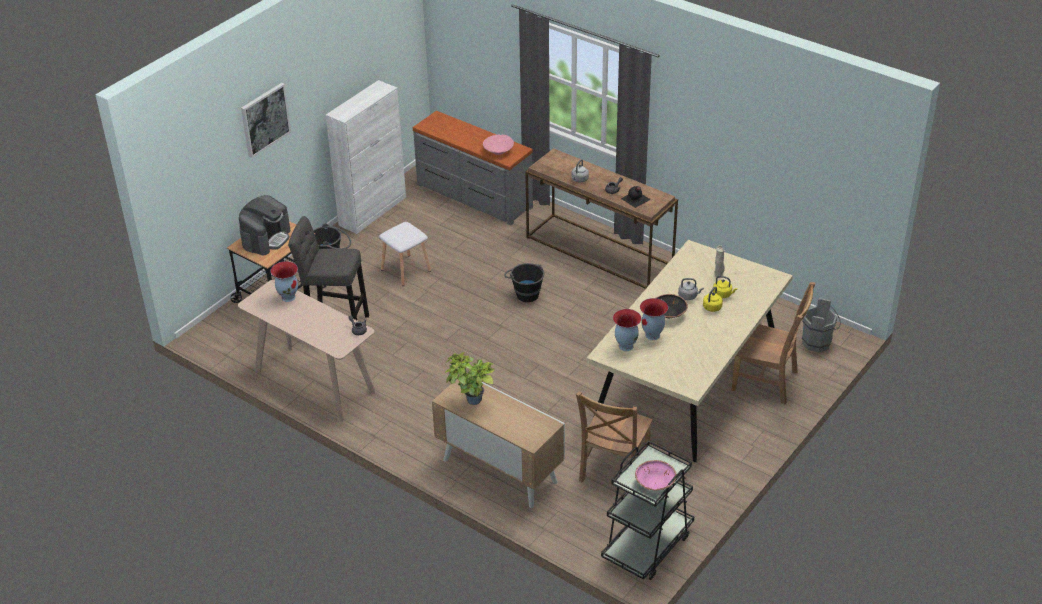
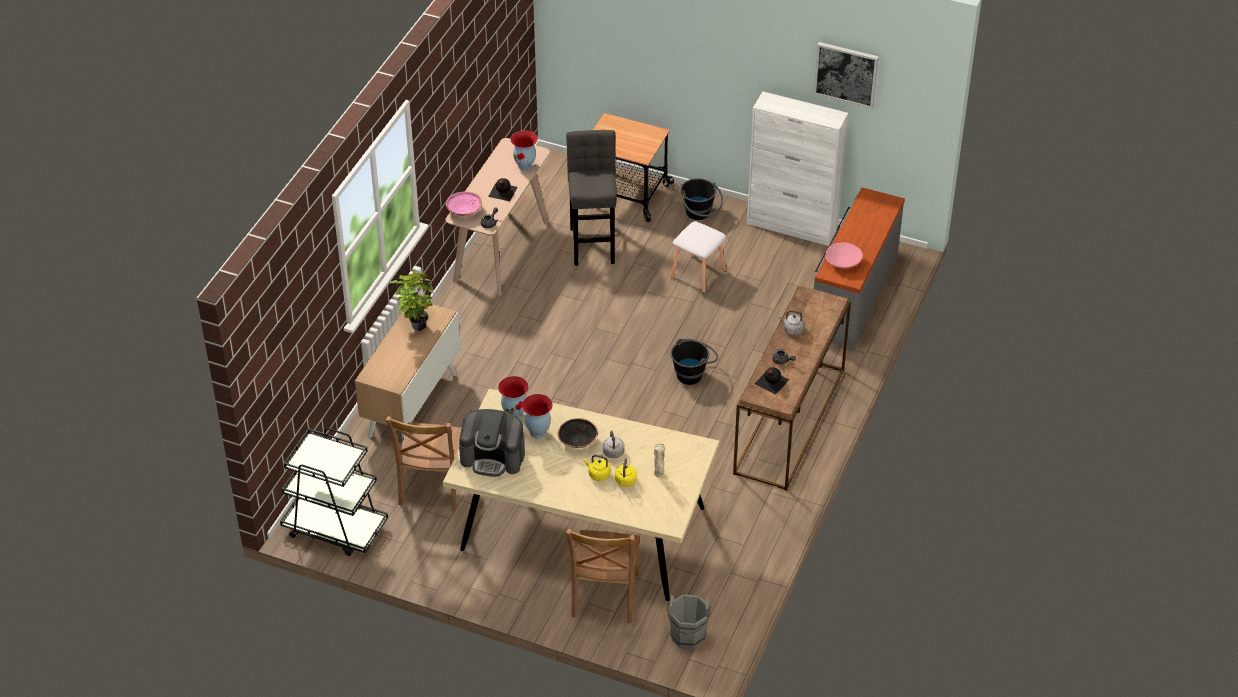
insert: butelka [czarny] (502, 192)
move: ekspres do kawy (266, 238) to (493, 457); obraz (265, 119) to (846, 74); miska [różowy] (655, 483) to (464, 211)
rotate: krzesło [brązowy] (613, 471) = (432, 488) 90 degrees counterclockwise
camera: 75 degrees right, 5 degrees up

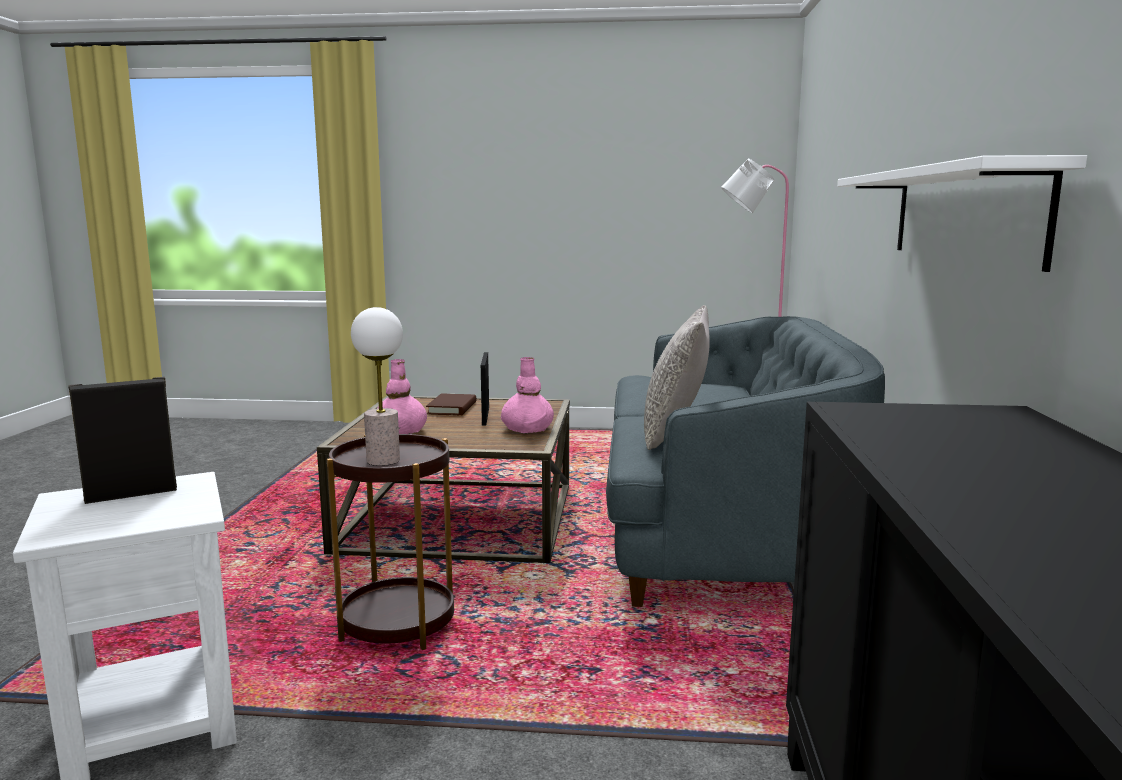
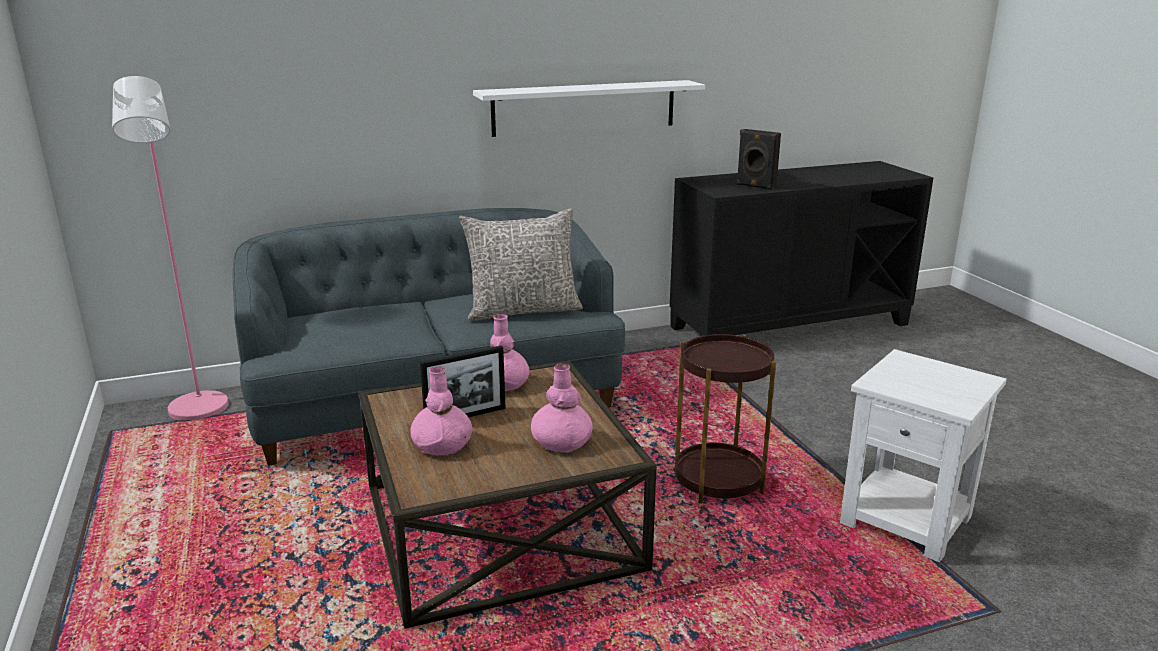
delete: lampa stołowa (383, 461)
move: głośnik [czarny] (131, 493) to (755, 186)
replace: książka [brązowy] (452, 408) to wazon [różowy] (442, 445)
camera: 115 degrees left, 10 degrees up

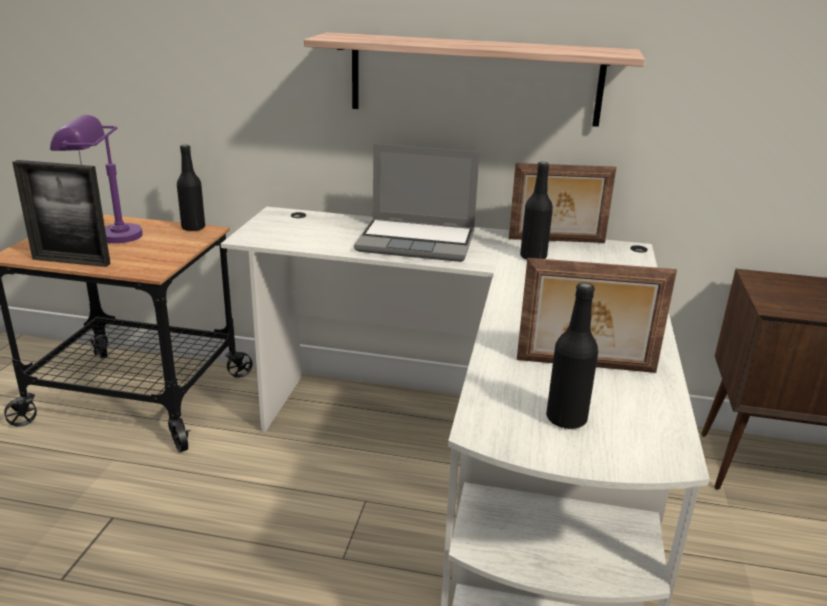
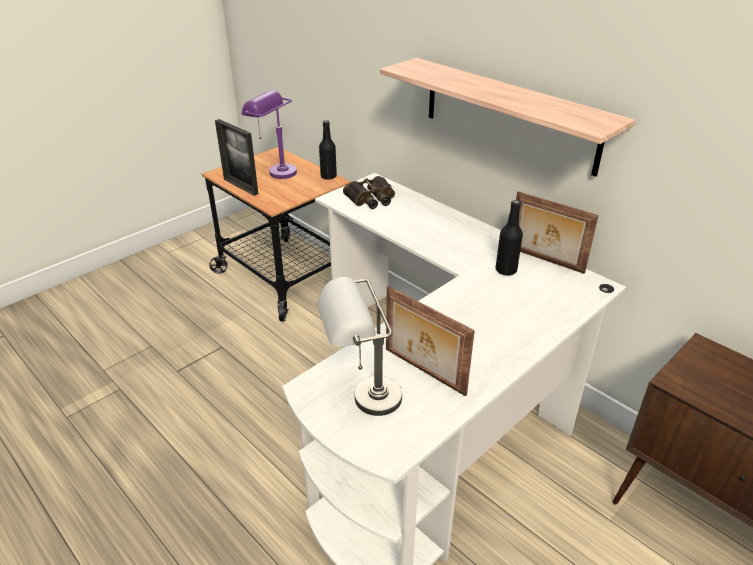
delete: laptop (418, 242)
insert: lornetka (371, 199)
replace: butelka [czarny] (566, 419) to lampa stołowa [szary] (362, 402)
camera: 35 degrees right, 10 degrees up

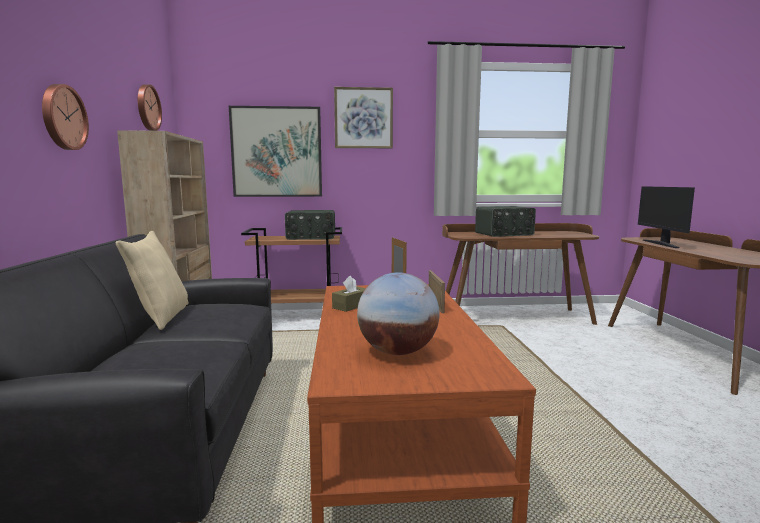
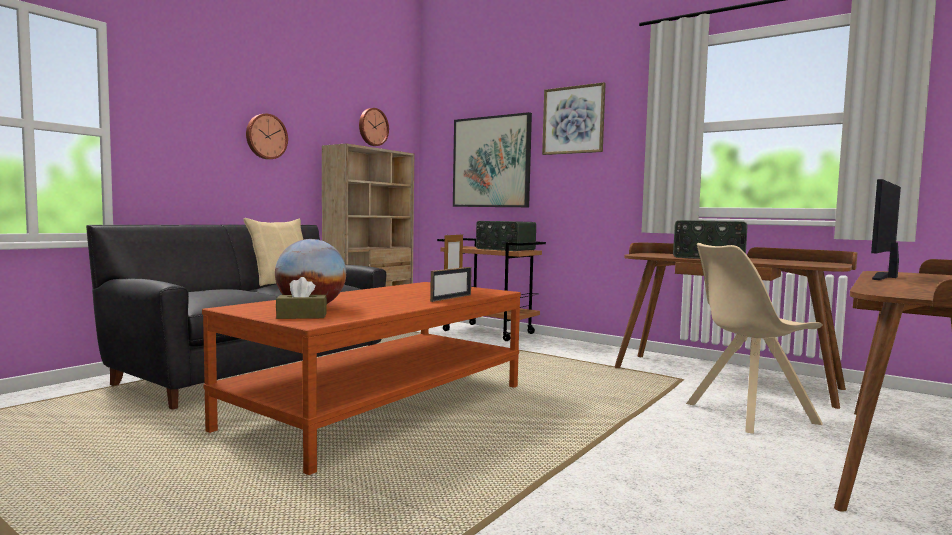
insert: krzesło [beżowy] (747, 414)
move: pudełko chusteczek [brązowy] (351, 306) to (301, 316)
camera: 40 degrees right, 5 degrees down

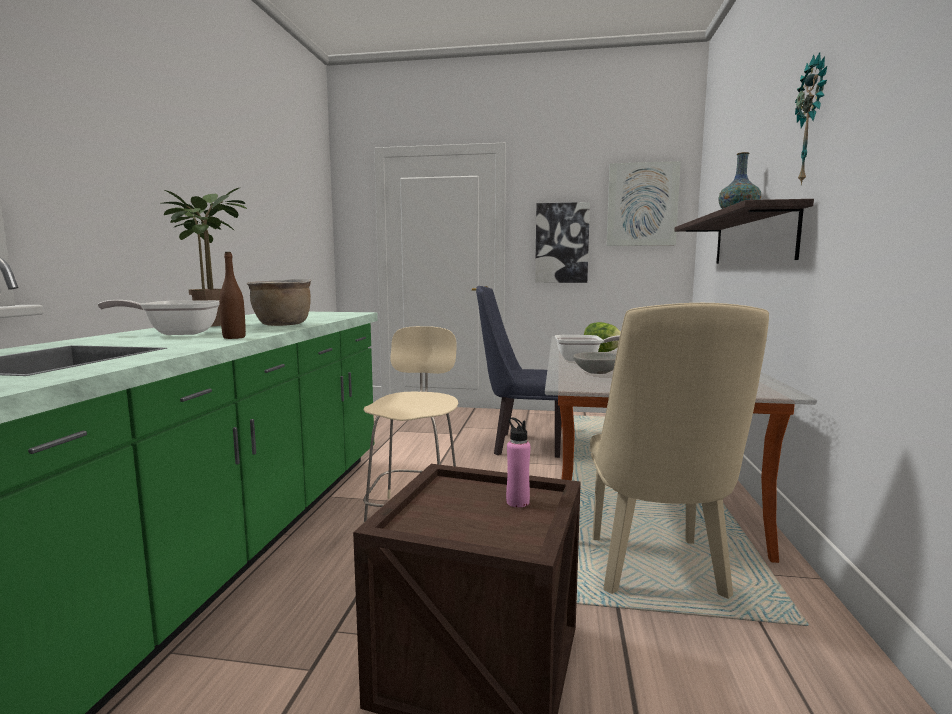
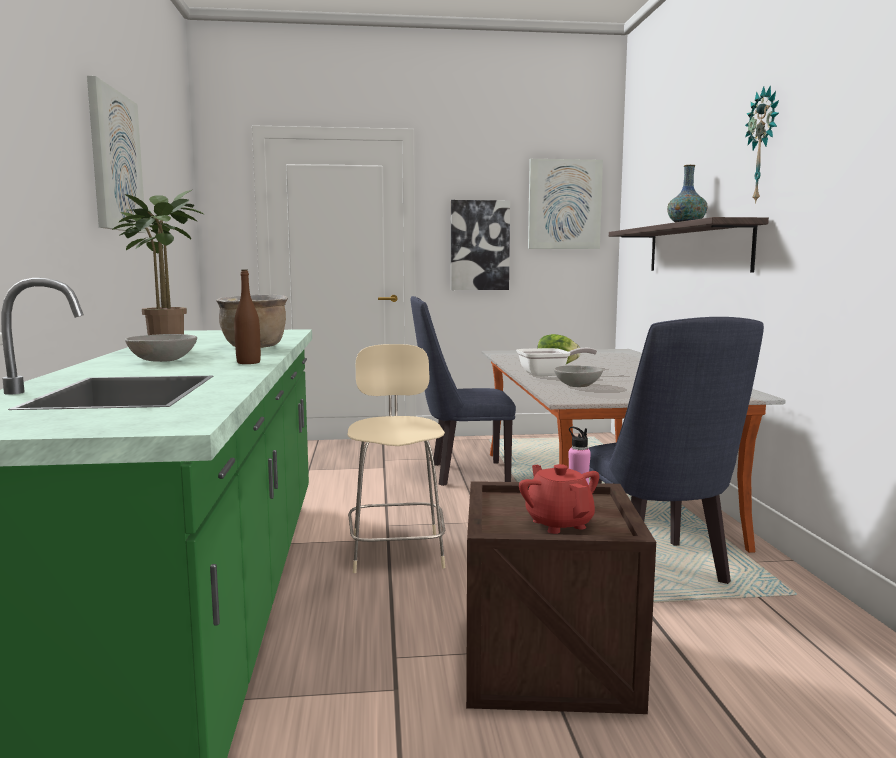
insert: obraz (115, 161); imbryk [czerwony] (558, 523)
replace: patelnia (176, 333) to miska [szary] (162, 360)
recolor: krzesło [beżowy] (658, 572) to krzesło [niebieski] (660, 572)
camera: 15 degrees left, 0 degrees up

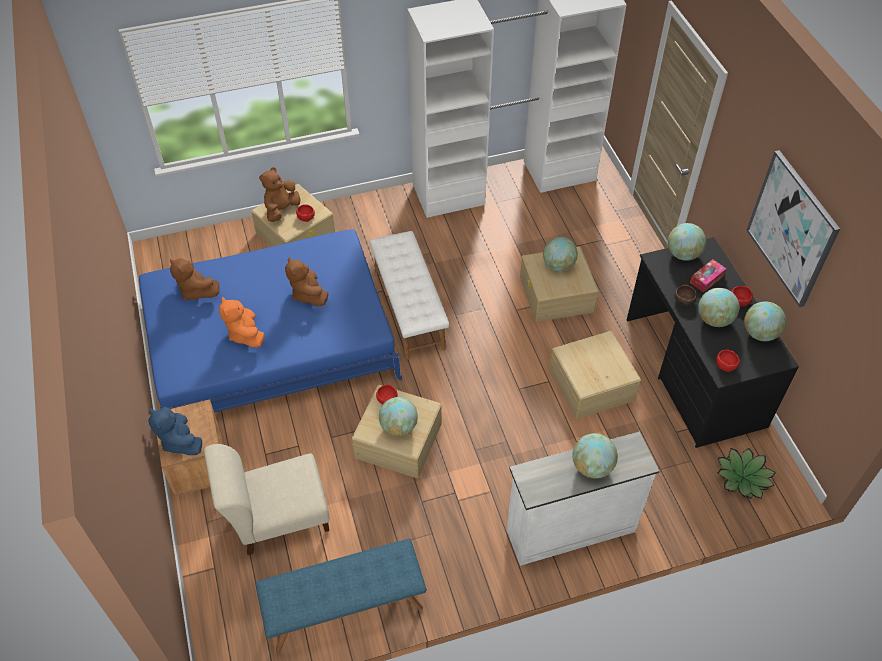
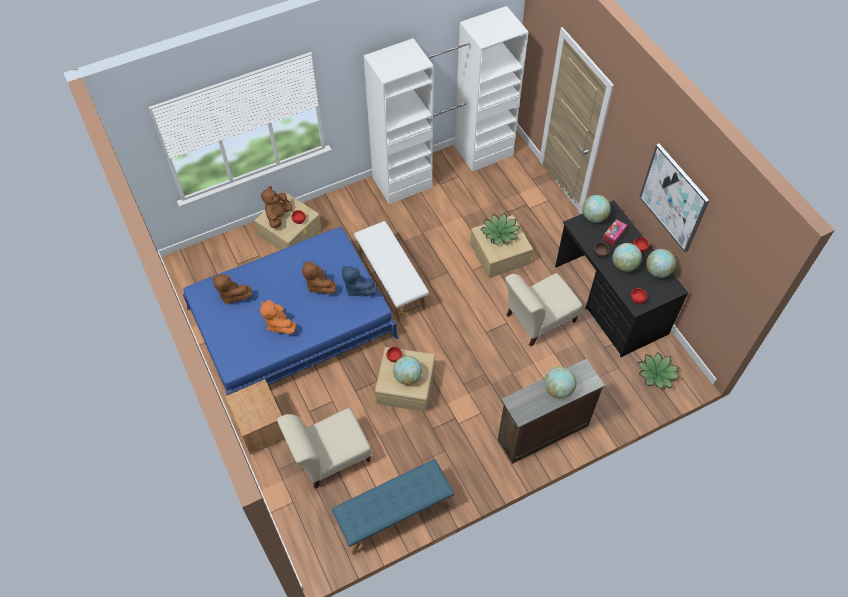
move: pluszak [niebieski] (180, 441) to (357, 288)
replace: globus (558, 265) to roślina doniczkowa (500, 233); pojemnik do przechowywania [beżowy] (591, 383) to krzesło [beżowy] (538, 320)
recolor: komoda [biały] (569, 529) to komoda [brązowy] (541, 431)
camera: 10 degrees left, 5 degrees up

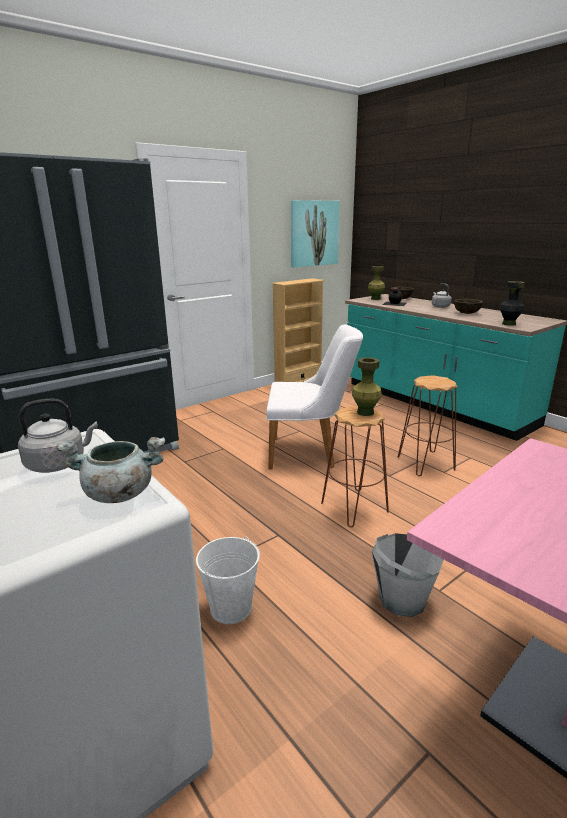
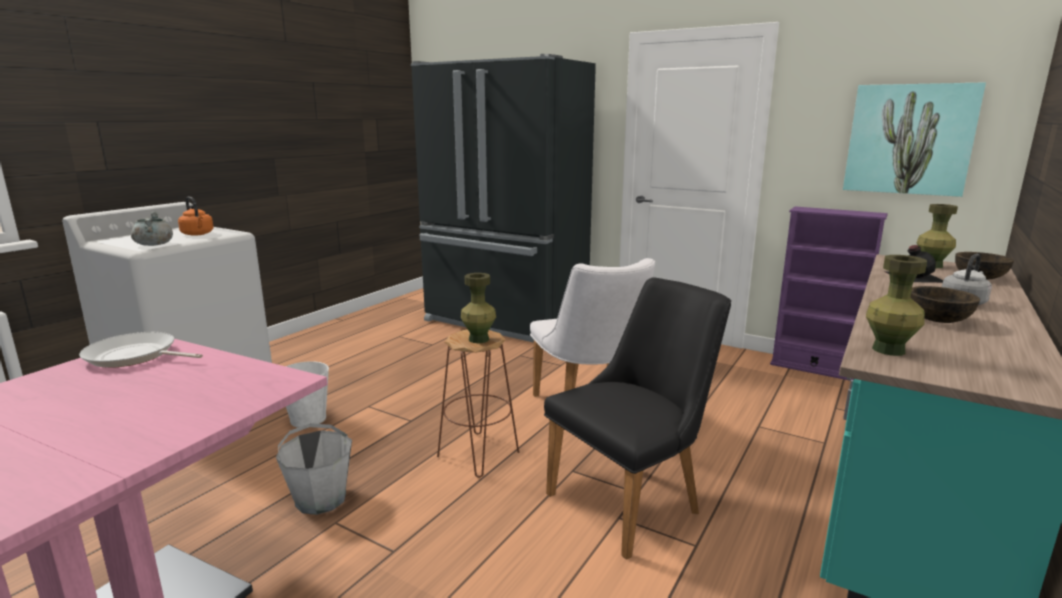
insert: patelnia (135, 356)
replace: stołek [brązowy] (426, 463) to krzesło [czarny] (634, 499)
recolor: czajnik [szary] (59, 463) to czajnik [pomarańczowy] (198, 234); regał [beżowy] (298, 381) to regał [fioletowy] (814, 368); wazon [czarny] (509, 324) to wazon [zielony] (888, 350)
camera: 70 degrees right, 5 degrees down

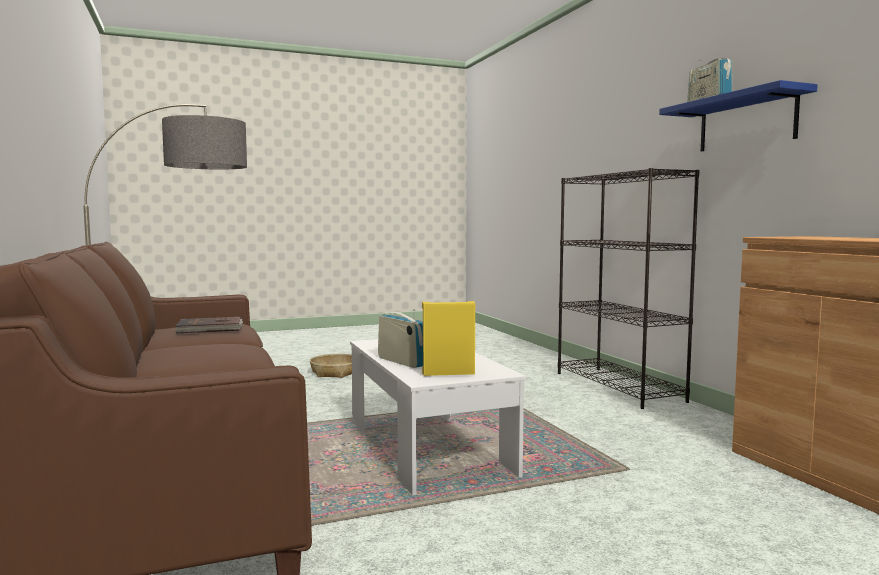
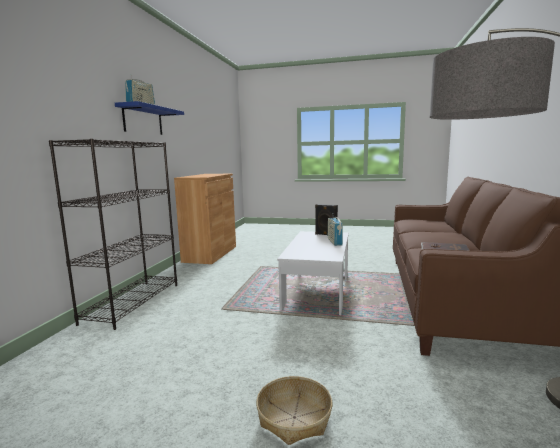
recolor: głośnik [żółty] (448, 373) to głośnik [czarny] (326, 234)
camera: 145 degrees left, 5 degrees up

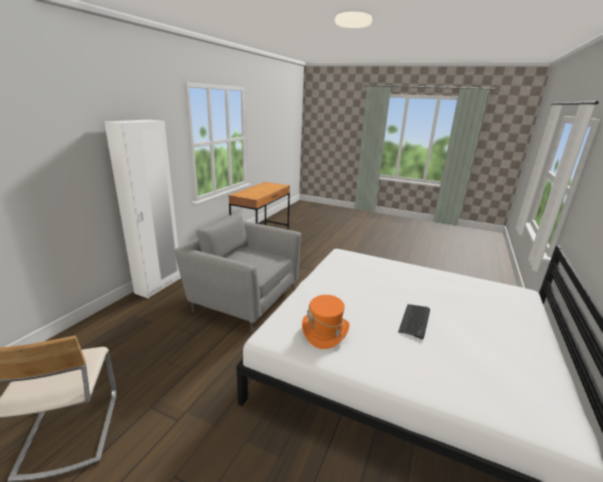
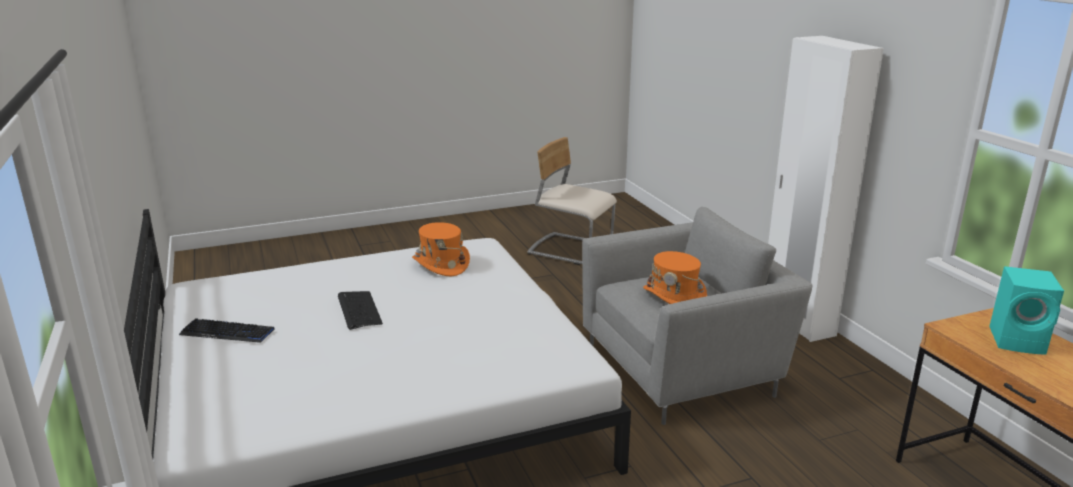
insert: klawiatura (227, 332); kapelusz [pomarańczowy] (674, 297); głośnik [turkusowy] (1019, 341)
camera: 135 degrees right, 0 degrees up

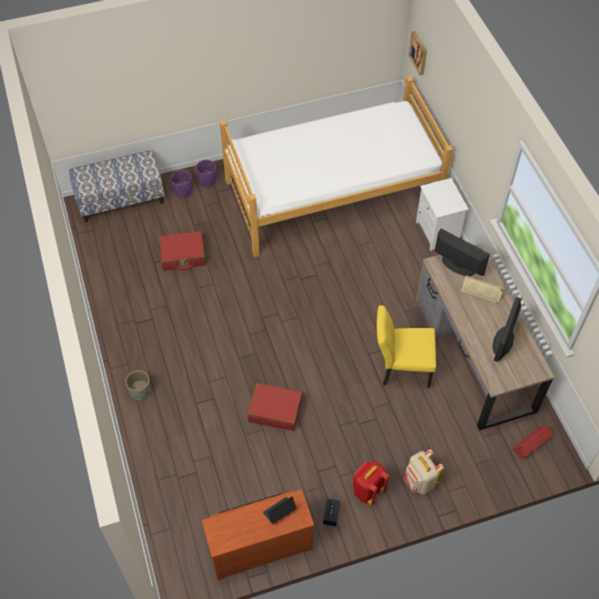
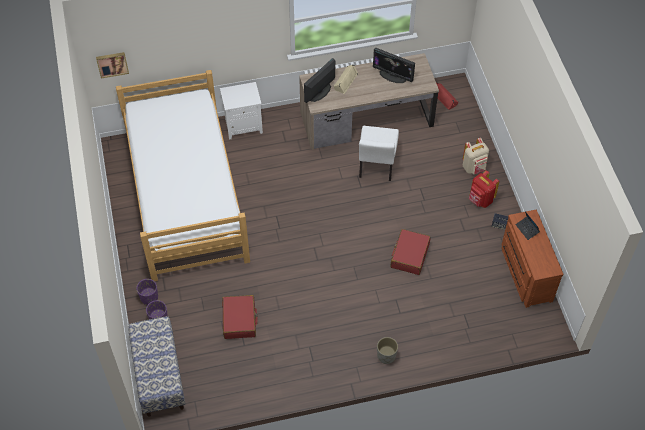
recolor: krzesło [żółty] (401, 368) to krzesło [biały] (376, 167)
camera: 85 degrees left, 0 degrees up

